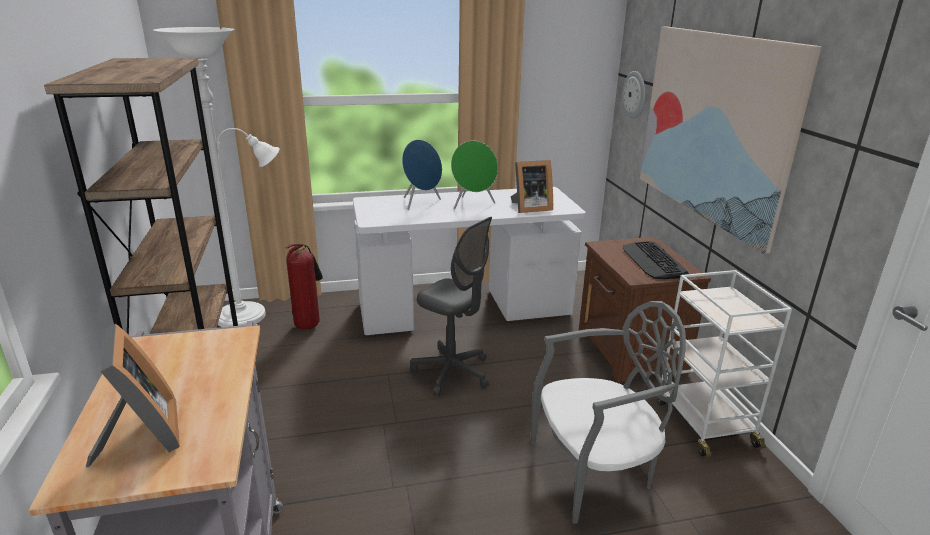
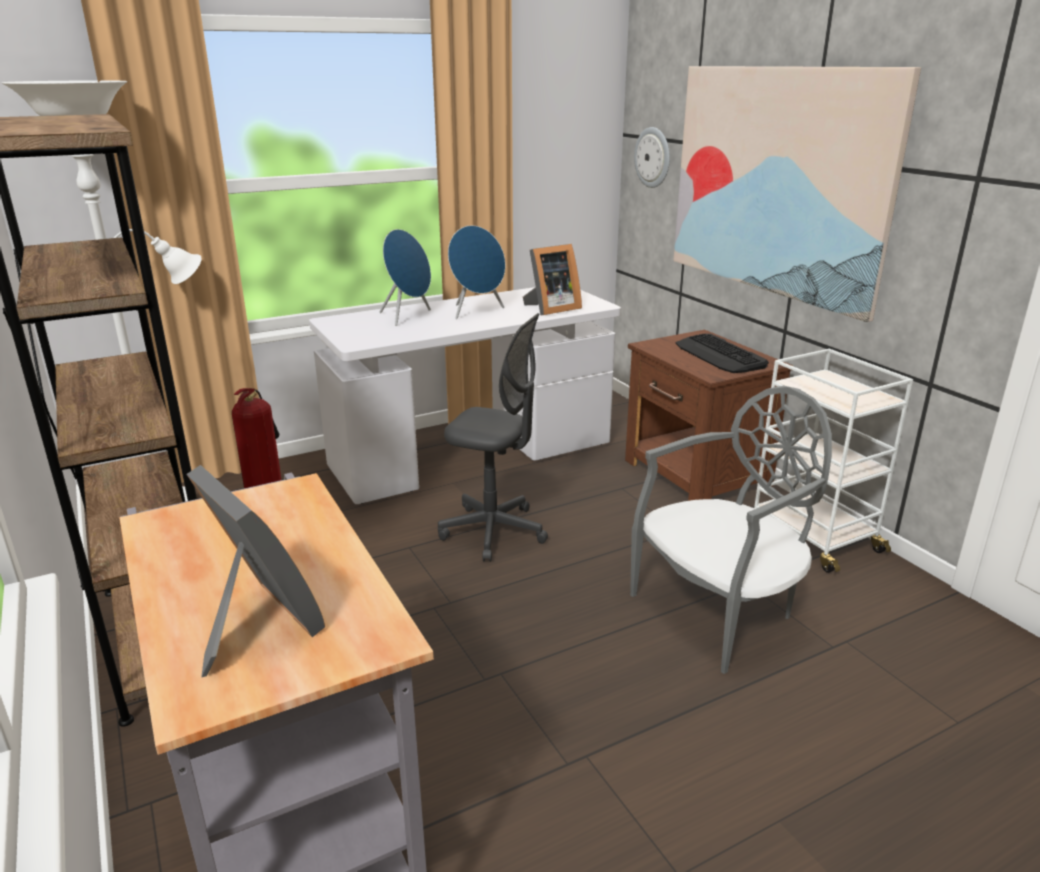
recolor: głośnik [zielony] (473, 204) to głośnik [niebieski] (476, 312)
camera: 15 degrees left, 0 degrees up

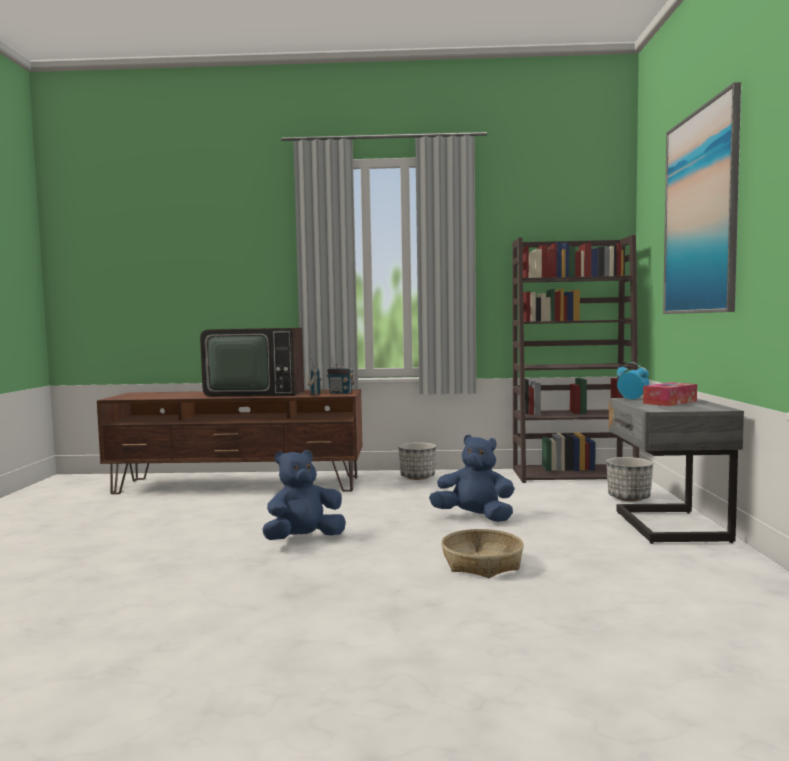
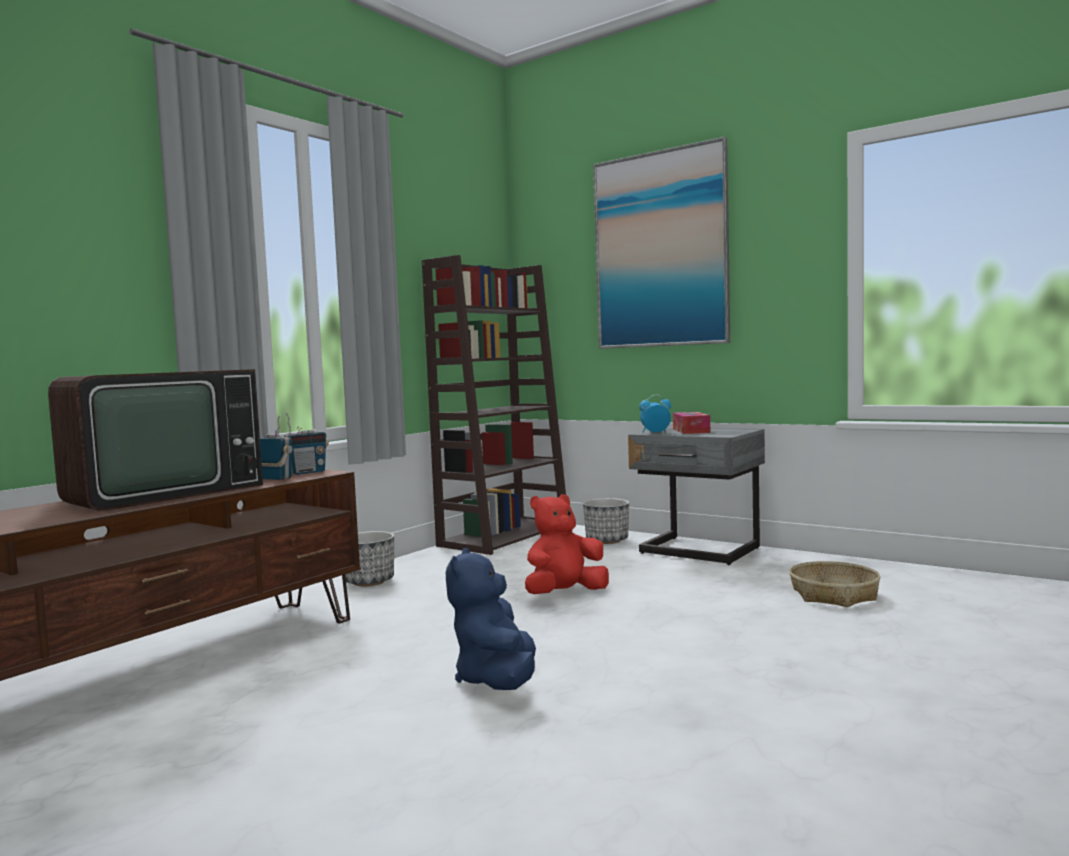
move: koszyk (482, 563) to (833, 595)
recolor: pluszak [niebieski] (474, 517) to pluszak [czerwony] (564, 594)
camera: 55 degrees left, 0 degrees up

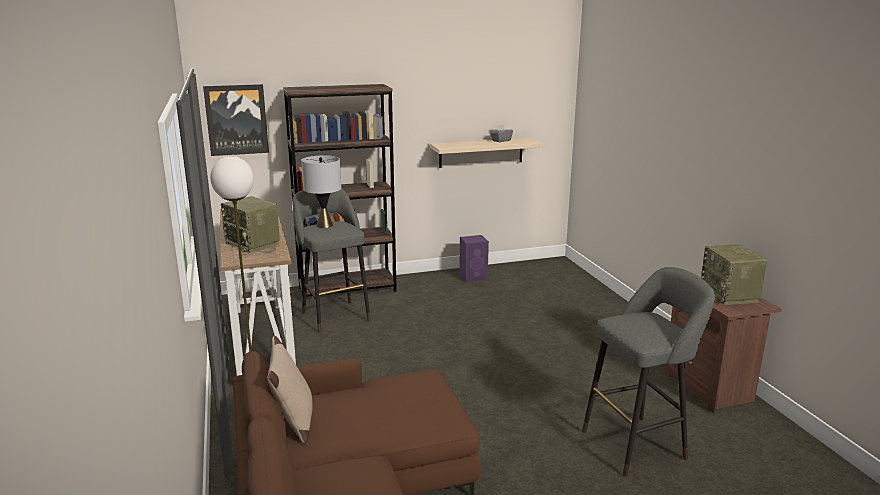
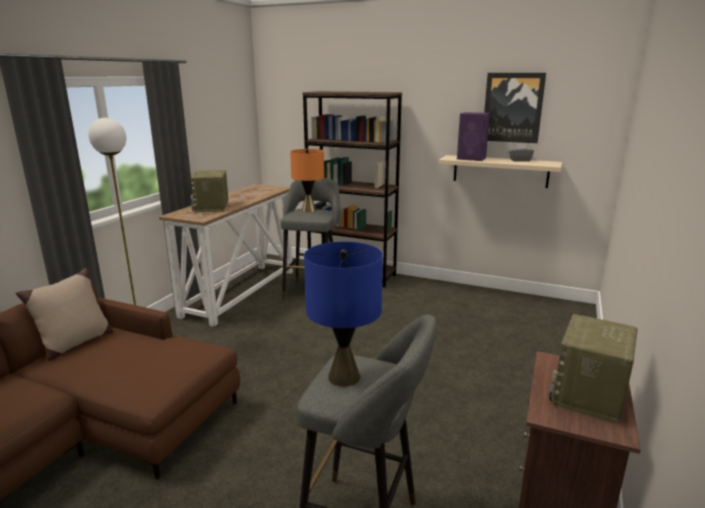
insert: lampa stołowa [niebieski] (344, 377)
move: obraz (236, 120) to (512, 107); głośnik [fioletowy] (474, 277) to (472, 158)
recolor: lampa stołowa [szary] (324, 225) to lampa stołowa [pomarańczowy] (308, 210)
camera: 40 degrees right, 0 degrees up

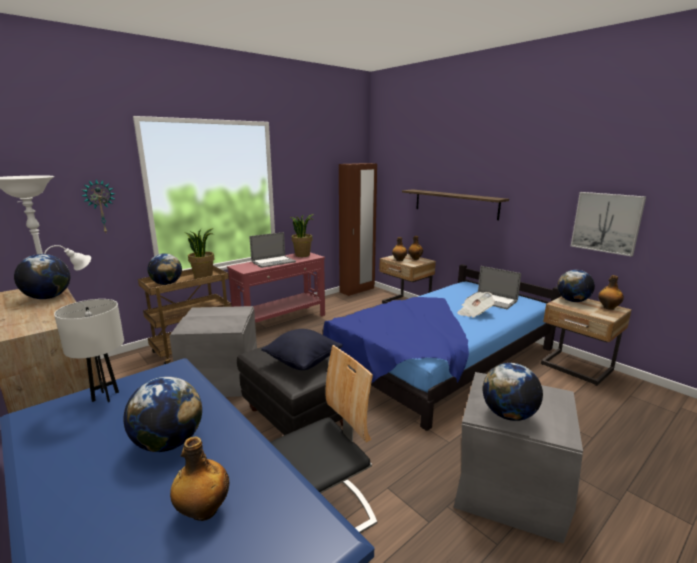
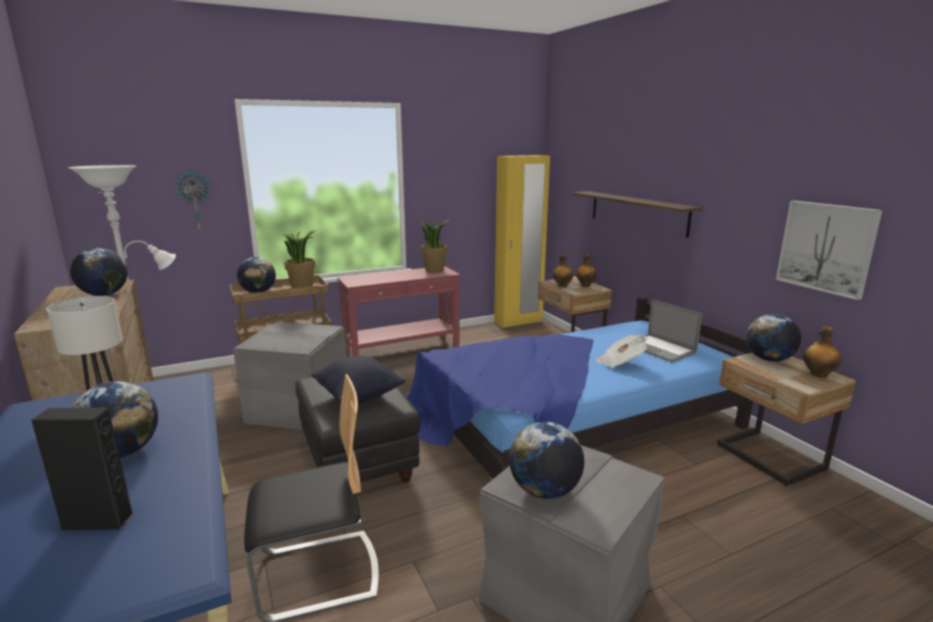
delete: laptop (273, 262)
replace: butelka (203, 511) to głośnik [czarny] (98, 521)
recolor: szafa [brązowy] (357, 290) to szafa [żółty] (518, 322)
camera: 15 degrees right, 0 degrees up

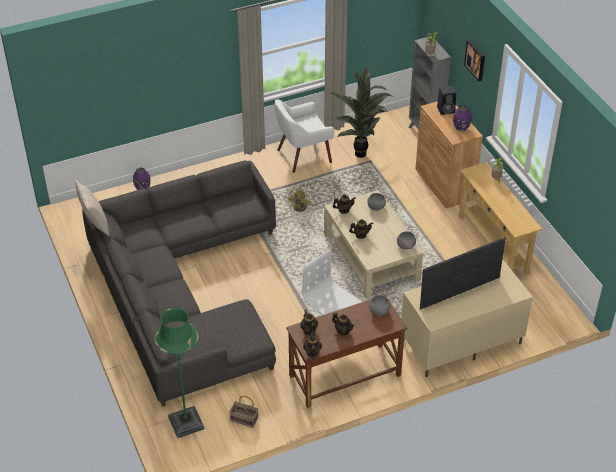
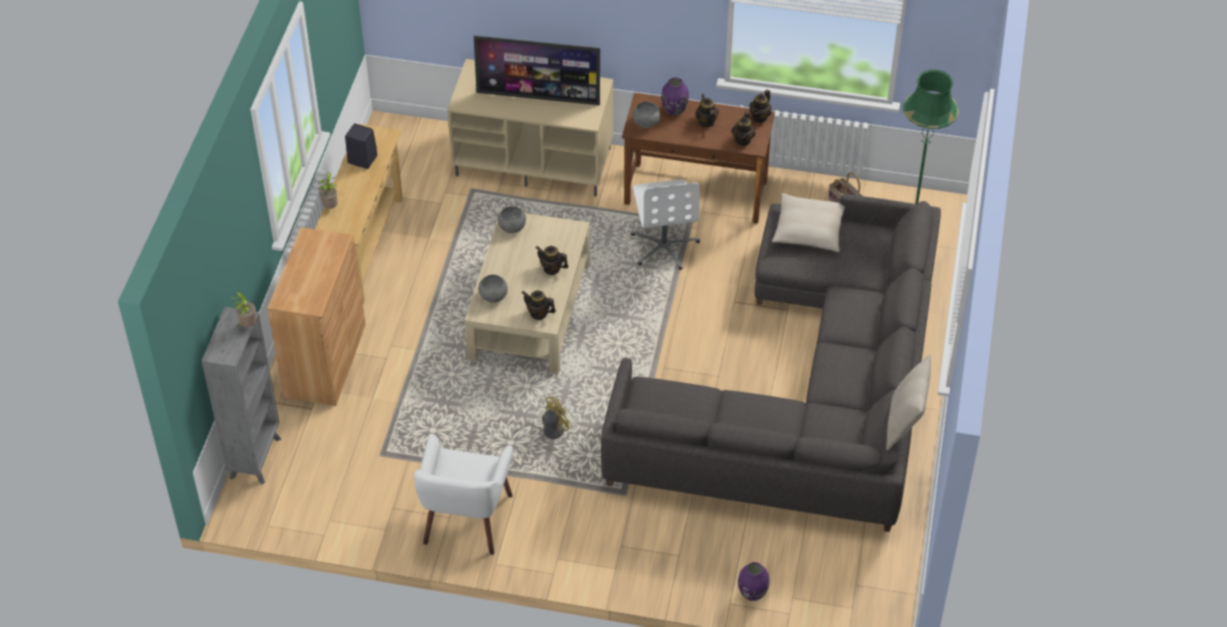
delete: roślina doniczkowa (360, 152); obraz (476, 60)
insert: poduszka [beżowy] (809, 229)
move: głośnik [czarny] (446, 109) to (361, 159); wazon [fioletowy] (461, 128) to (674, 110)
rotate: fotel [biały] (303, 155) = (466, 520) 90 degrees clockwise
camera: 145 degrees left, 5 degrees up

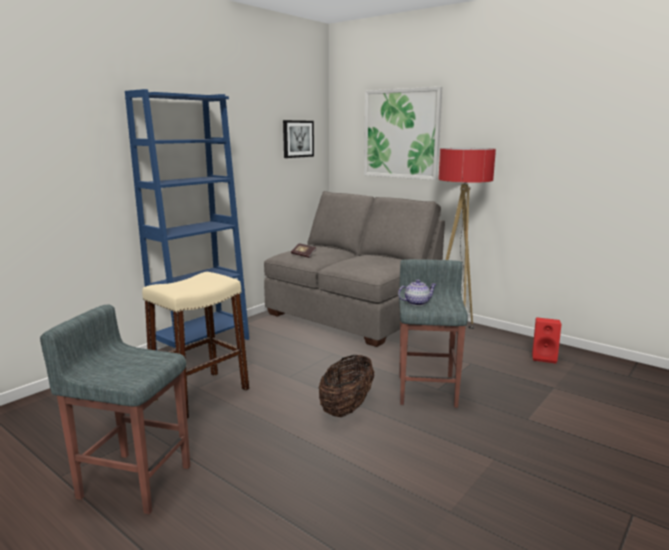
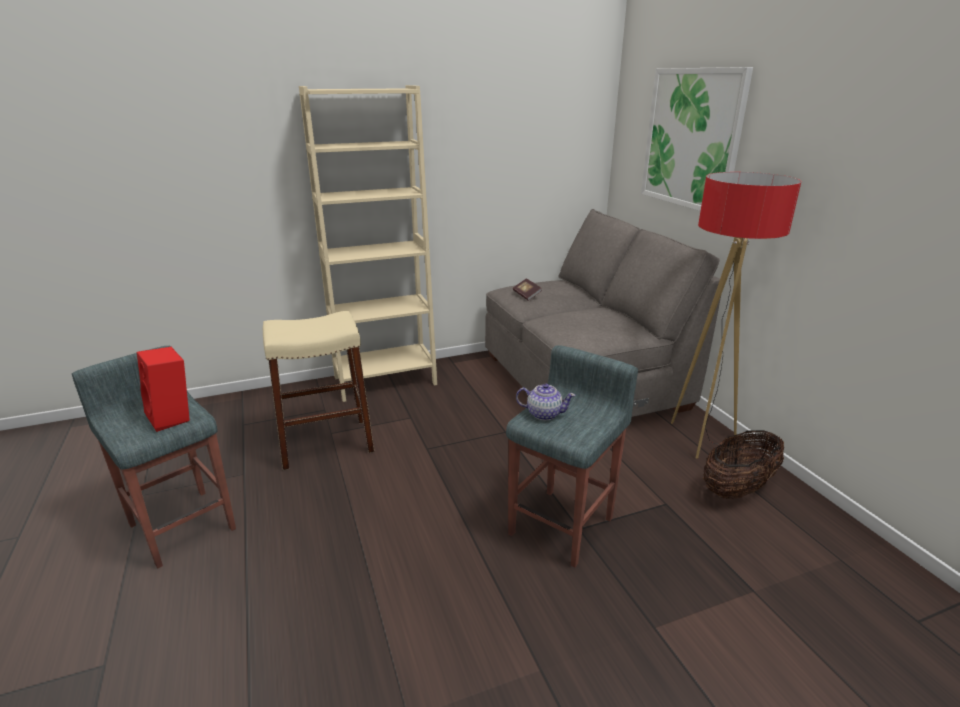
delete: obraz (297, 139)
move: koszyk (347, 407) to (737, 488); głośnik [czerwony] (544, 357) to (173, 417)
recolor: regał [niebieski] (201, 345) to regał [beżowy] (385, 380)
camera: 30 degrees right, 10 degrees up

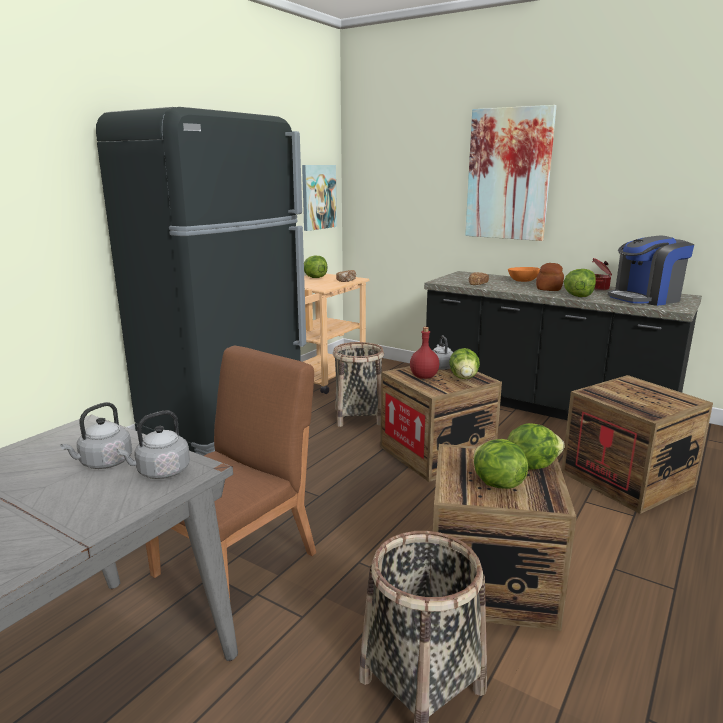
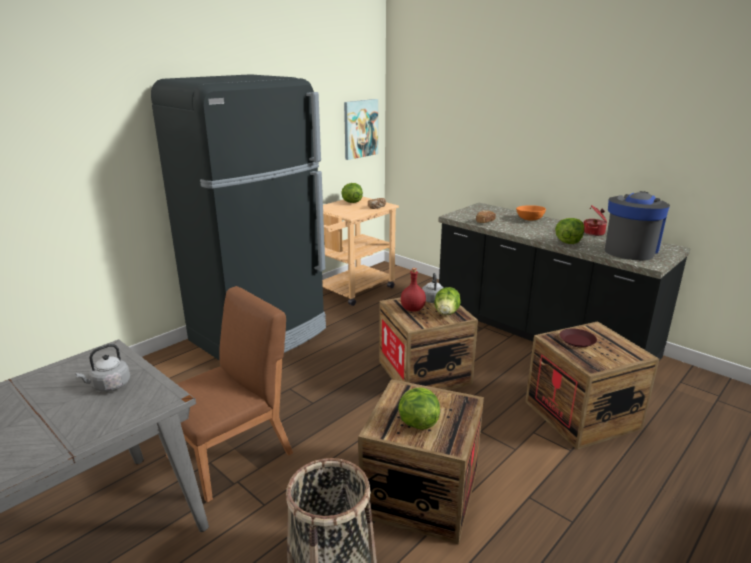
delete: czajnik [szary] (160, 472); koszyk (358, 416); obraz (508, 174); sałata (531, 465); chleb (549, 288)
insert: talerz [brązowy] (577, 341)
rotate: ekspres do kawy (645, 298) = (630, 249) 135 degrees clockwise
camera: 10 degrees right, 5 degrees up

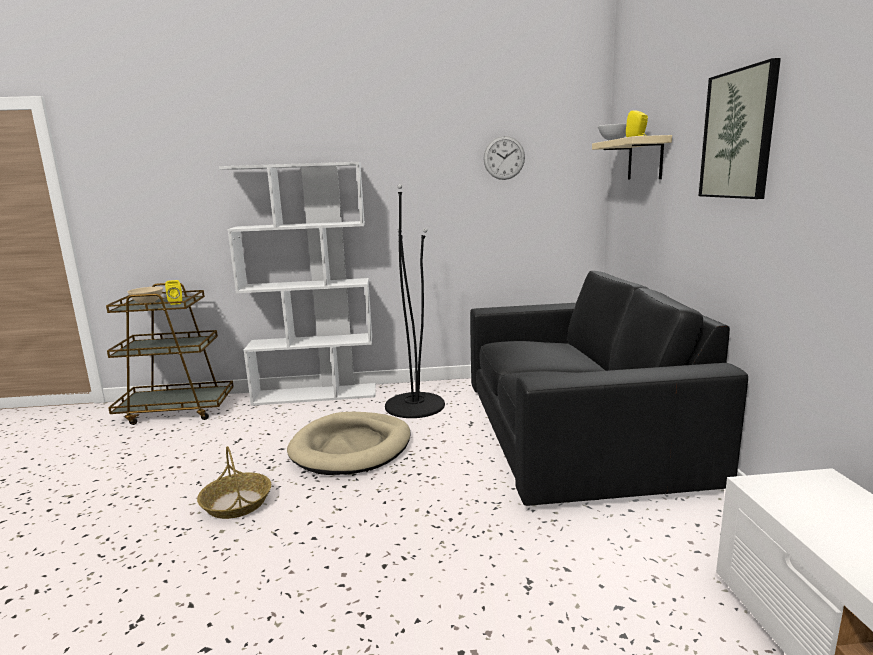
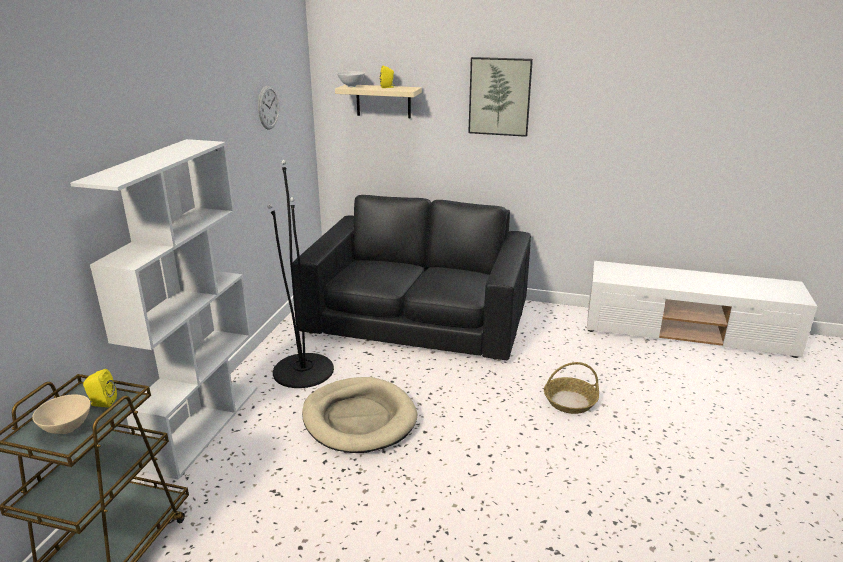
move: koszyk (236, 503) to (569, 401)
camera: 70 degrees left, 10 degrees up

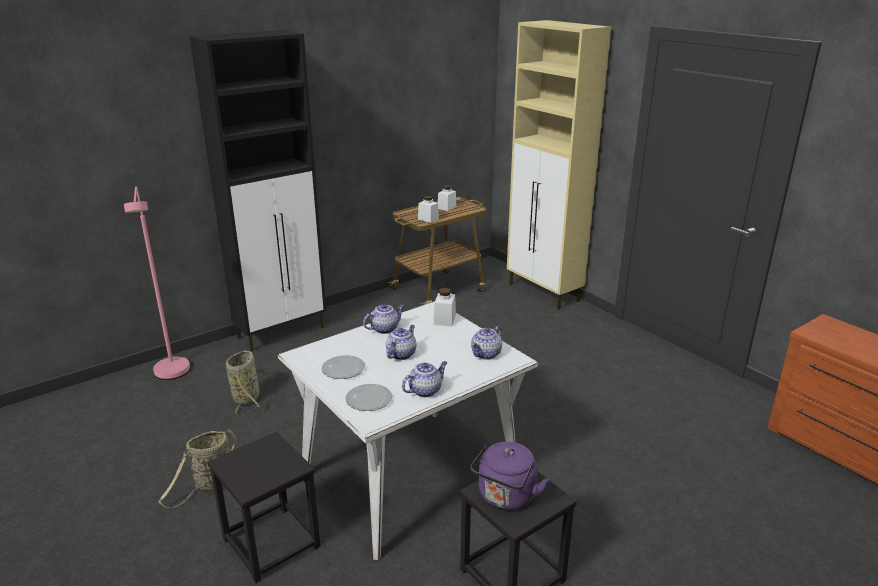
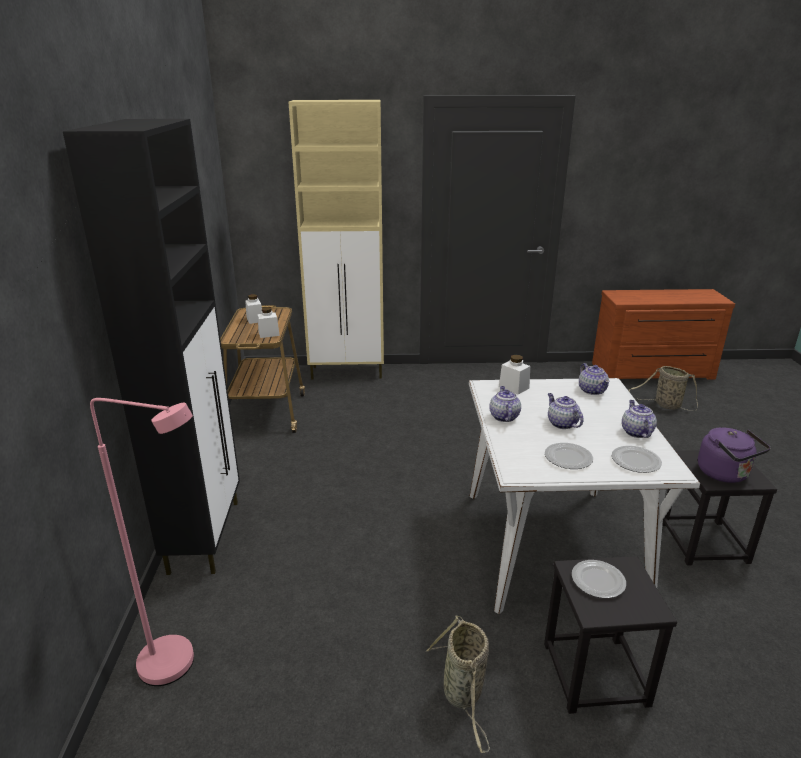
insert: talerz (598, 581)
move: koszyk (247, 397) to (665, 405)
camera: 55 degrees left, 0 degrees up

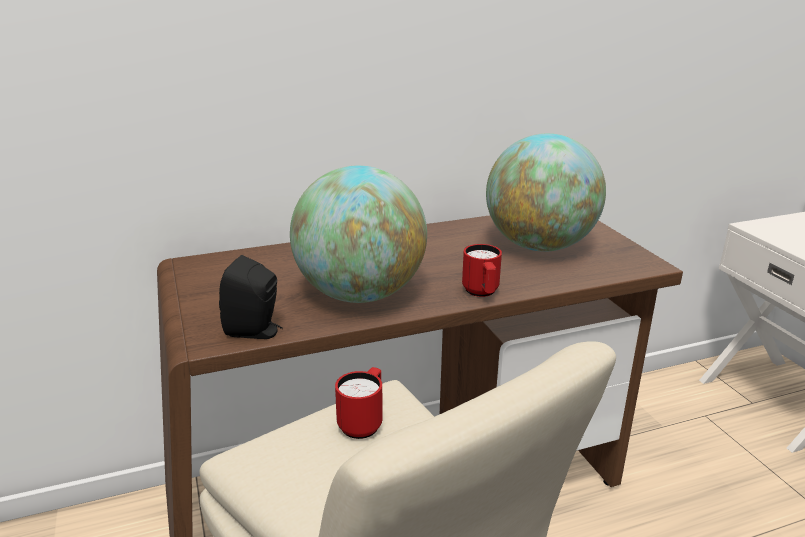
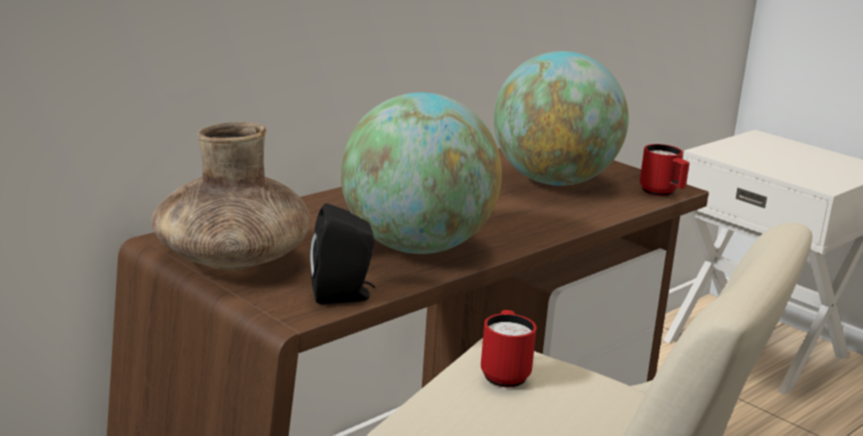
insert: wazon [brązowy] (232, 261)
move: kubek [czerwony] (482, 293) to (662, 193)
camera: 25 degrees left, 5 degrees down

